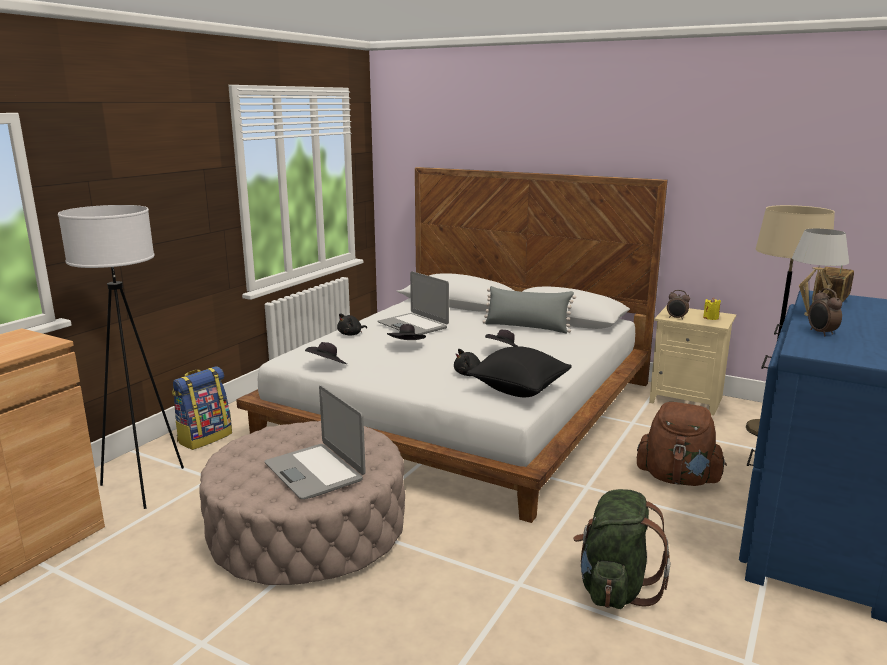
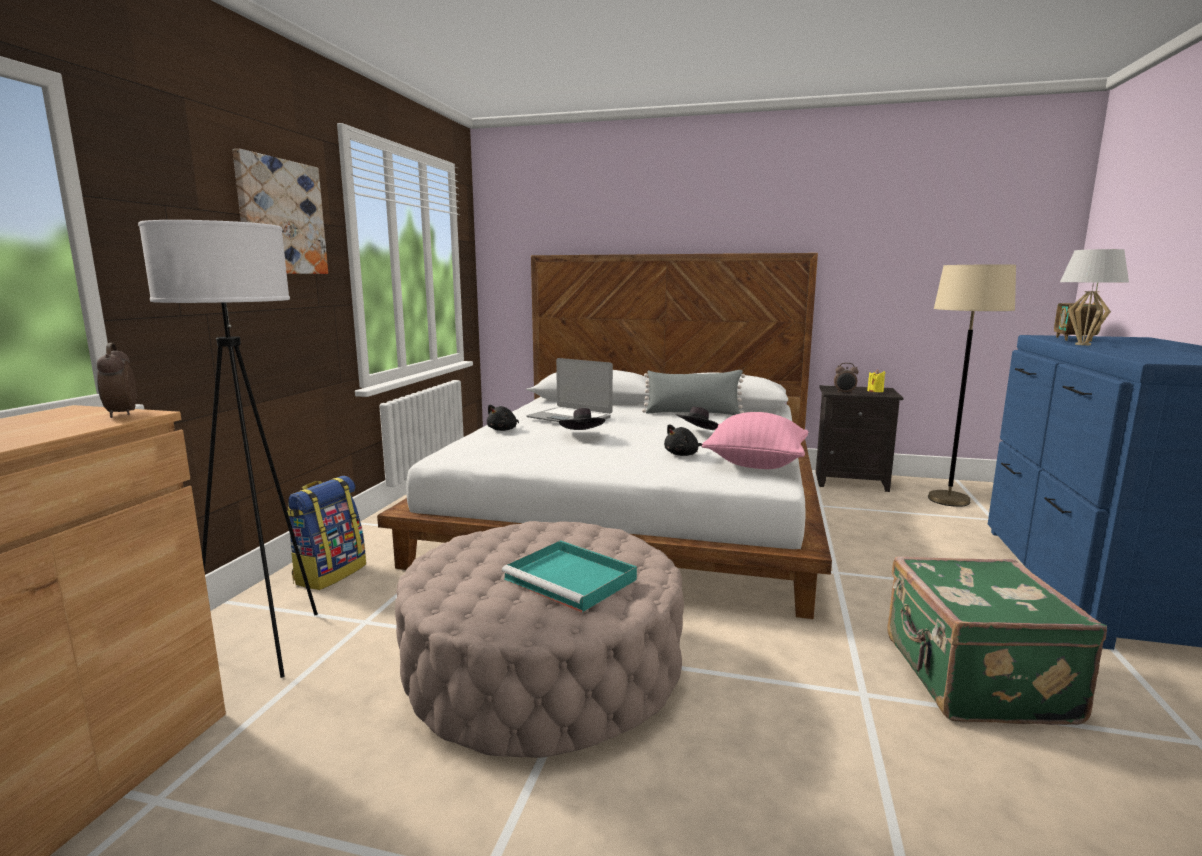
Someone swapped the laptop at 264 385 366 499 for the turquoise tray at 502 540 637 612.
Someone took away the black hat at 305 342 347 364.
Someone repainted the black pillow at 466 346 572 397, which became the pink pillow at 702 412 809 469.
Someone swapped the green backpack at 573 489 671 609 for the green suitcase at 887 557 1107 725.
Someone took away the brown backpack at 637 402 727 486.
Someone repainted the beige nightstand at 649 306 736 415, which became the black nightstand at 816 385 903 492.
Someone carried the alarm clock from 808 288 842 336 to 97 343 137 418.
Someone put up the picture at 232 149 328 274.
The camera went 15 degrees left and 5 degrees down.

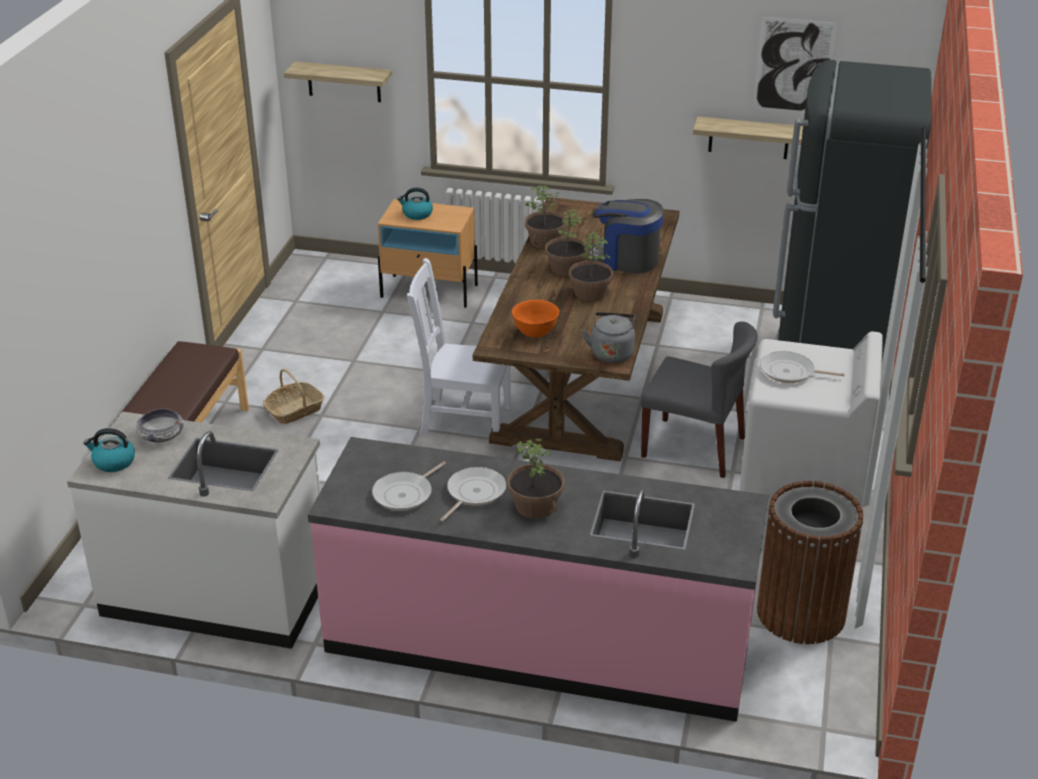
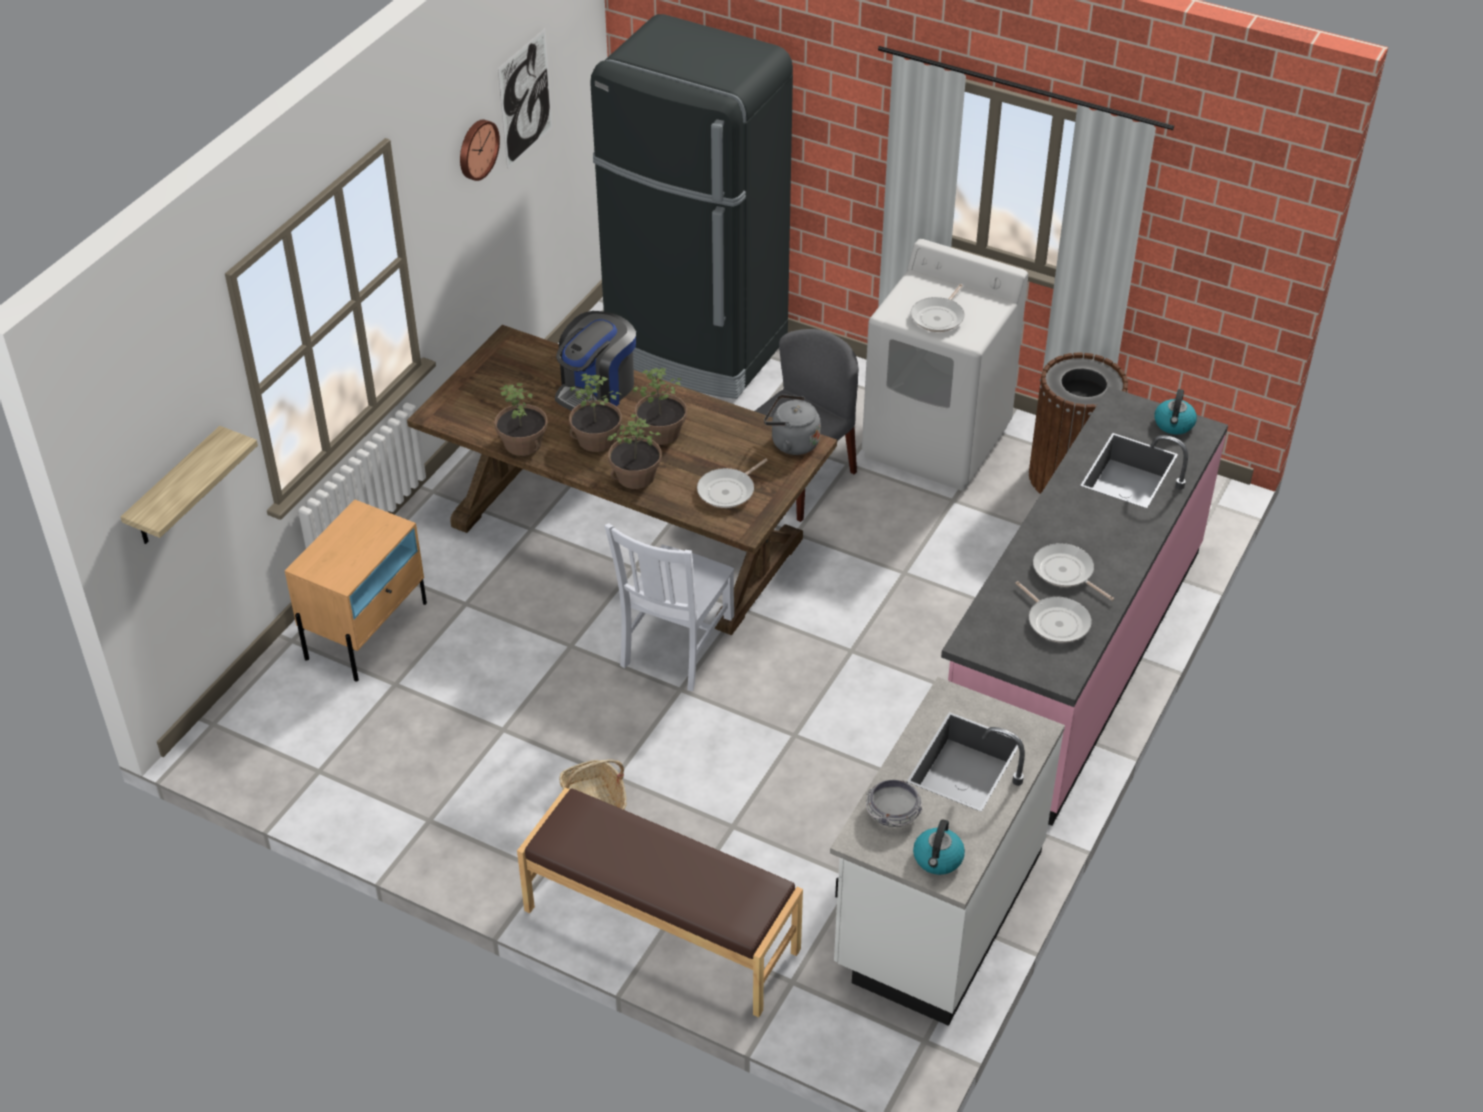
Someone carried the kettle from 397 187 433 220 to 1154 389 1197 435.
Someone carried the potted plant from 508 438 564 519 to 607 414 662 489.
Someone swapped the orange bowl at 512 300 559 337 for the frying pan at 697 458 768 508.
Someone took away the shelf at 693 116 803 159.
Someone put up the wall clock at 460 120 500 181.
The camera went 75 degrees left and 10 degrees up.

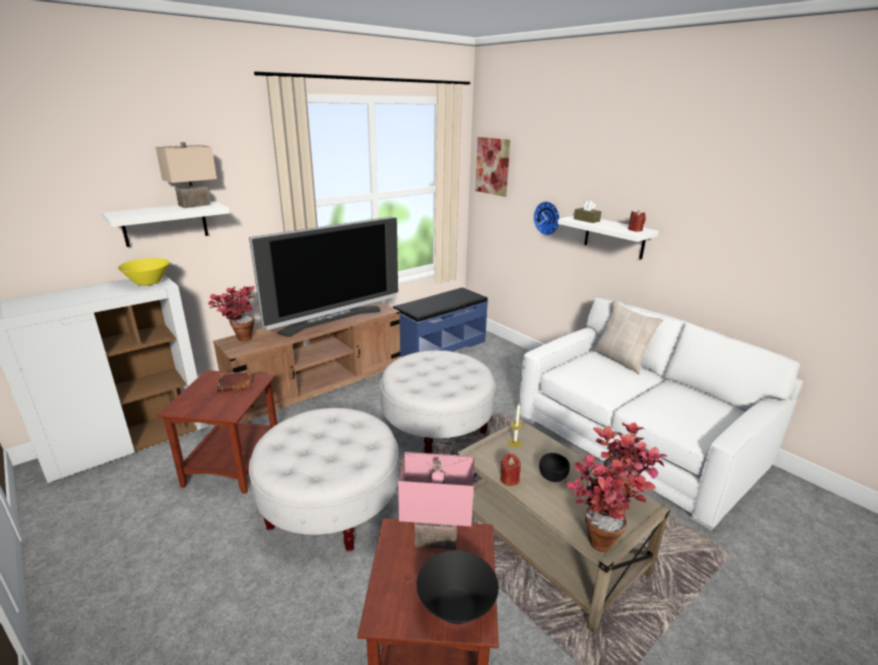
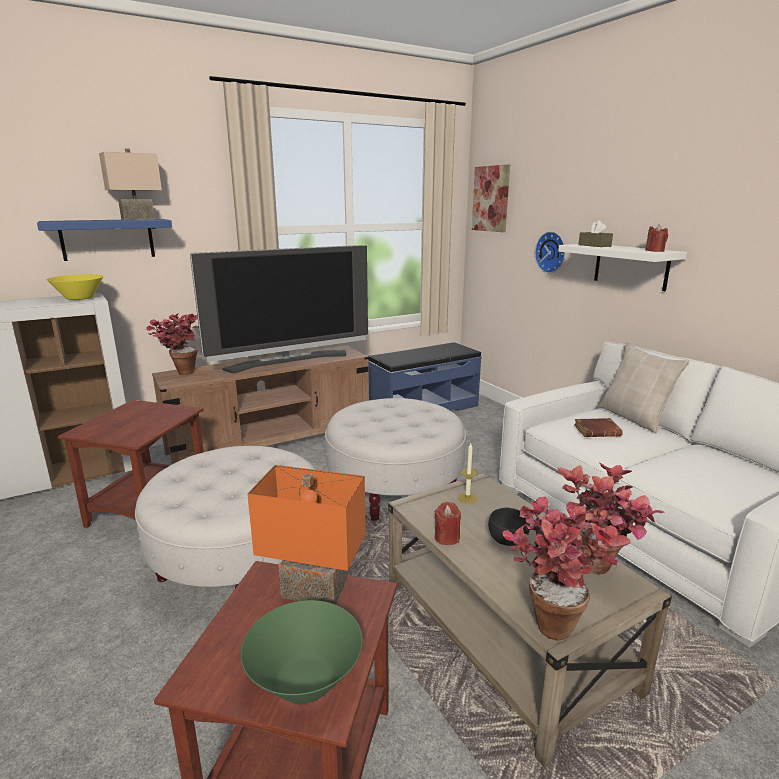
Someone repainted the white shelf at 102 201 230 247, which became the blue shelf at 37 219 172 261.
Someone carried the brown book from 216 372 253 392 to 574 418 623 437.
Someone repainted the pink table lamp at 398 452 474 550, which became the orange table lamp at 247 465 366 605.
Someone repainted the black bowl at 416 550 499 624, which became the green bowl at 241 600 363 704.
The camera went 10 degrees right and 5 degrees down.

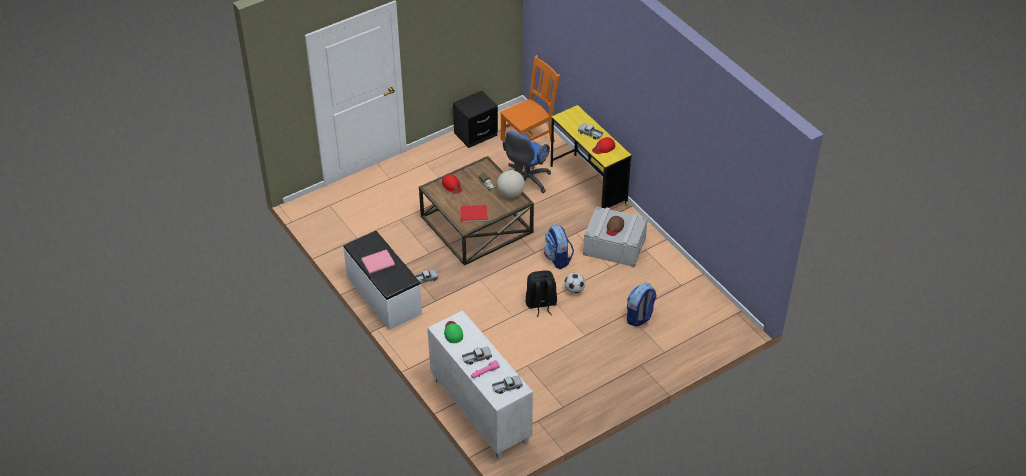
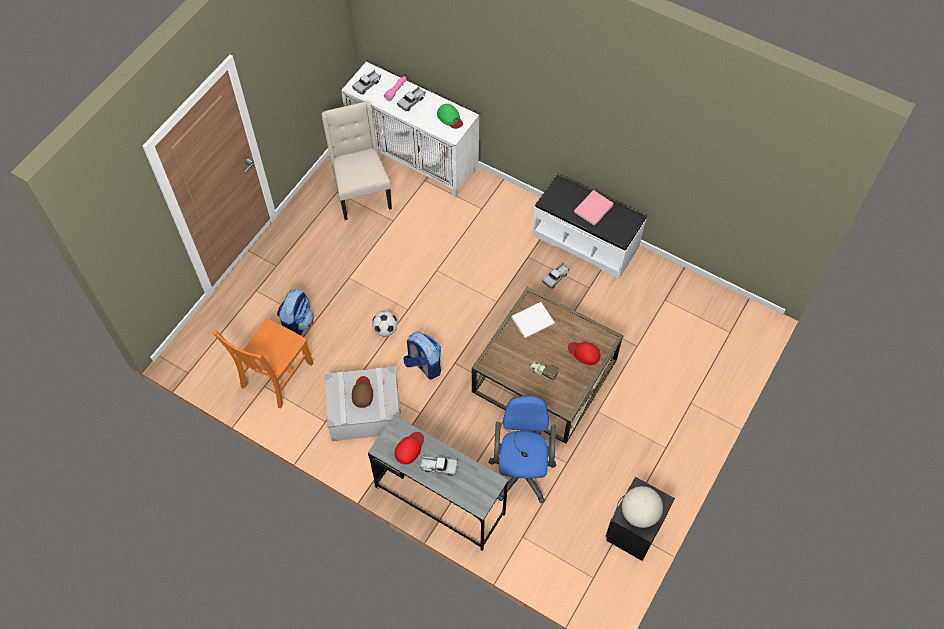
Someone repainted the red book at 460 205 488 223, which became the white book at 511 302 555 338.
Someone carried the globe from 497 170 525 198 to 622 486 663 528.
Someone carried the orange chair from 500 55 560 142 to 212 318 313 408.
Someone took away the black backpack at 525 270 557 317.
Someone repainted the yellow desk at 551 105 631 209, which became the grey desk at 368 415 508 551.
Someone put down the beige chair at 321 102 392 220.
The camera went 155 degrees right and 15 degrees up.

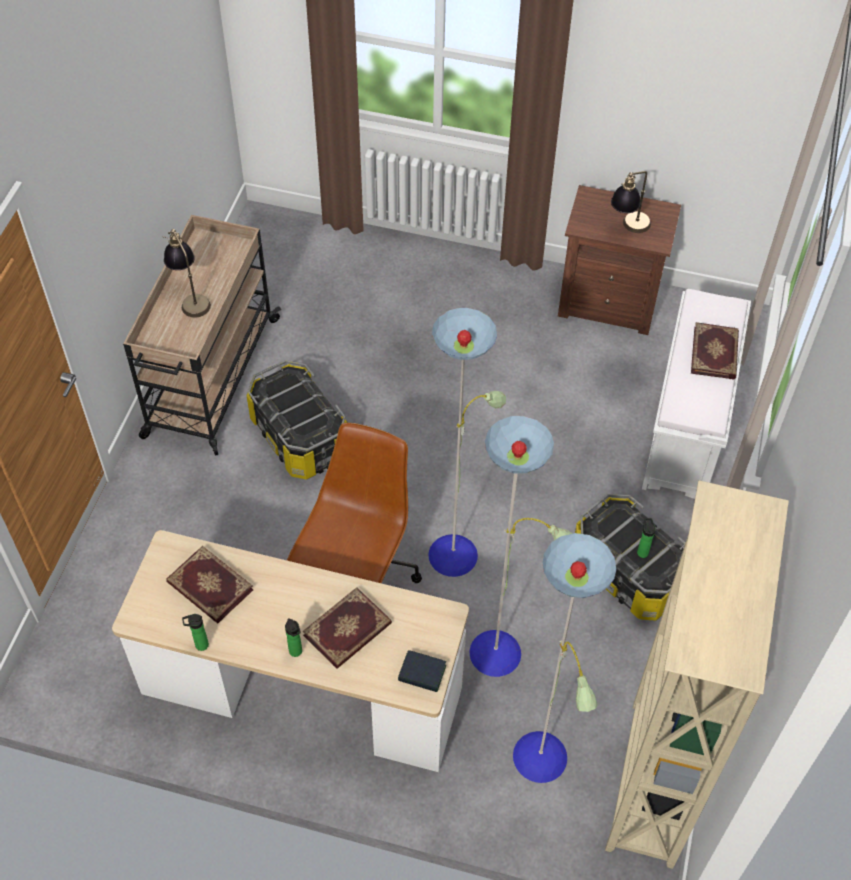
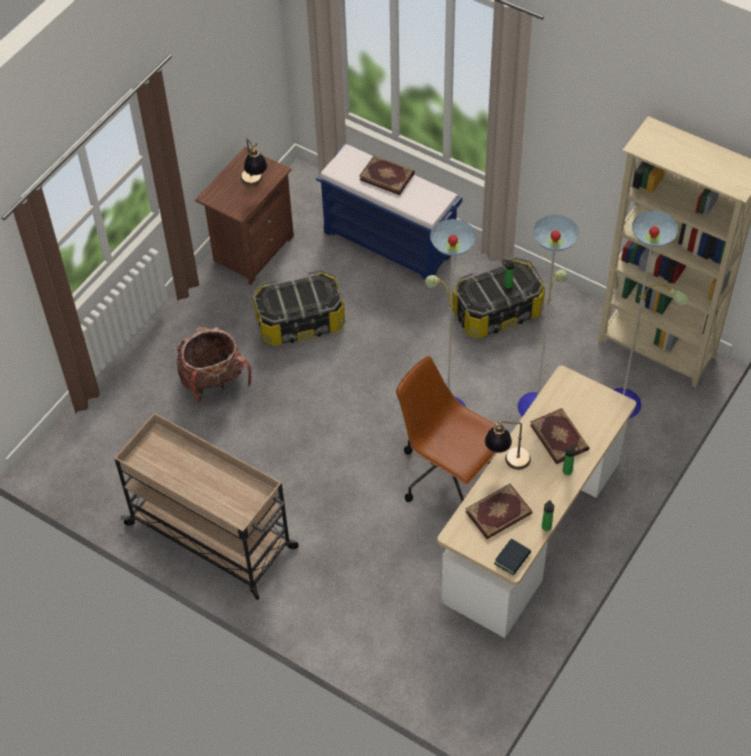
Someone carried the table lamp from 163 229 211 318 to 485 420 531 470.
Someone carried the storage box from 246 360 348 479 to 253 269 345 346.
Someone carried the book from 398 650 446 692 to 494 539 531 575.
Someone repainted the white bench at 642 289 751 499, which became the blue bench at 316 143 462 279.
Someone put down the backpack at 177 326 251 403.
The camera went 70 degrees left and 0 degrees up.

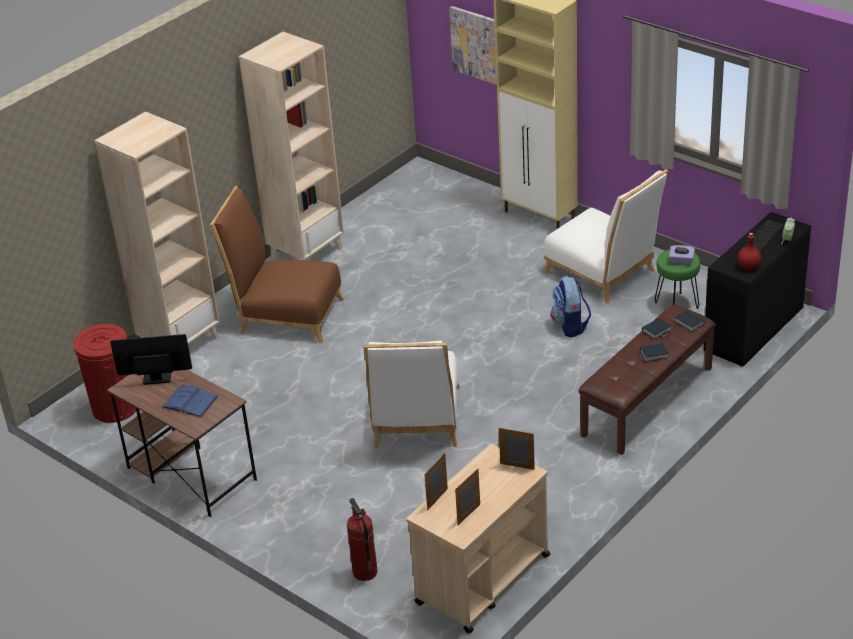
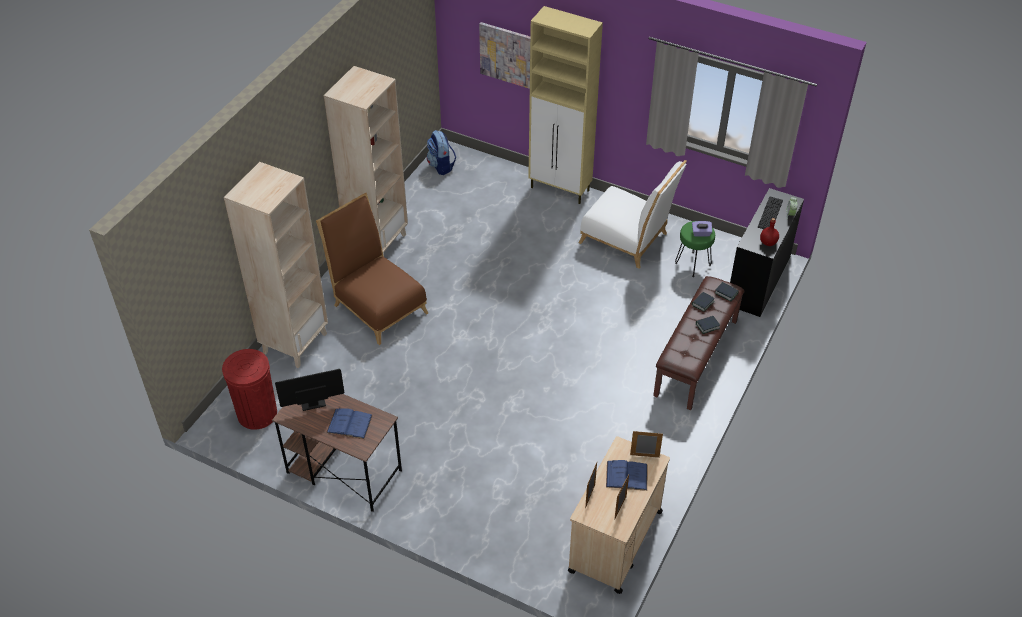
Someone rotated the brown chair at 210 186 344 343 by 45 degrees clockwise.
Someone took away the fire extinguisher at 347 498 377 581.
Someone took away the white chair at 363 340 460 448.
Someone carried the backpack from 551 276 591 338 to 427 130 456 175.
Someone put down the blue book at 606 460 648 491.
The camera went 15 degrees left and 10 degrees up.

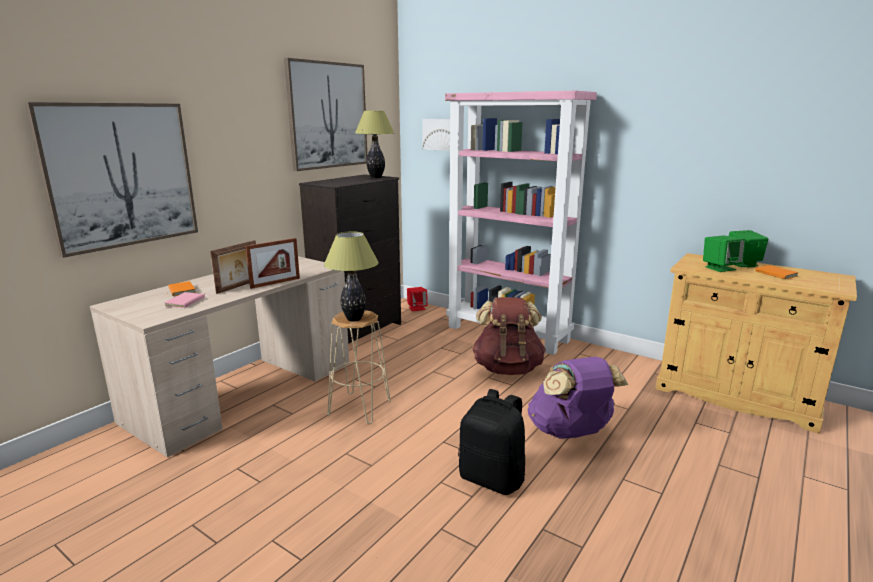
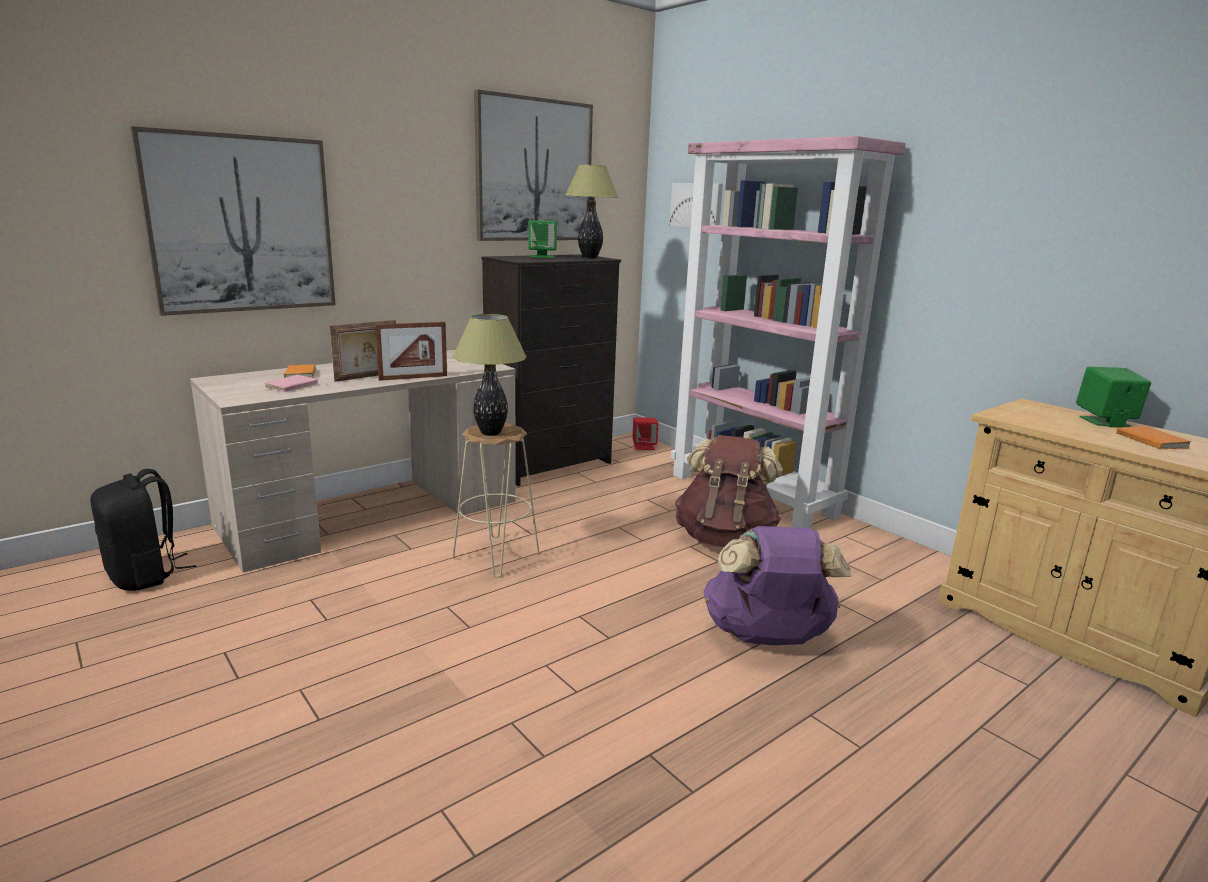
Someone carried the black backpack from 458 389 525 495 to 90 469 196 591.
Someone carried the green speaker from 703 236 745 272 to 528 220 557 258.
The camera went 15 degrees right and 0 degrees up.

